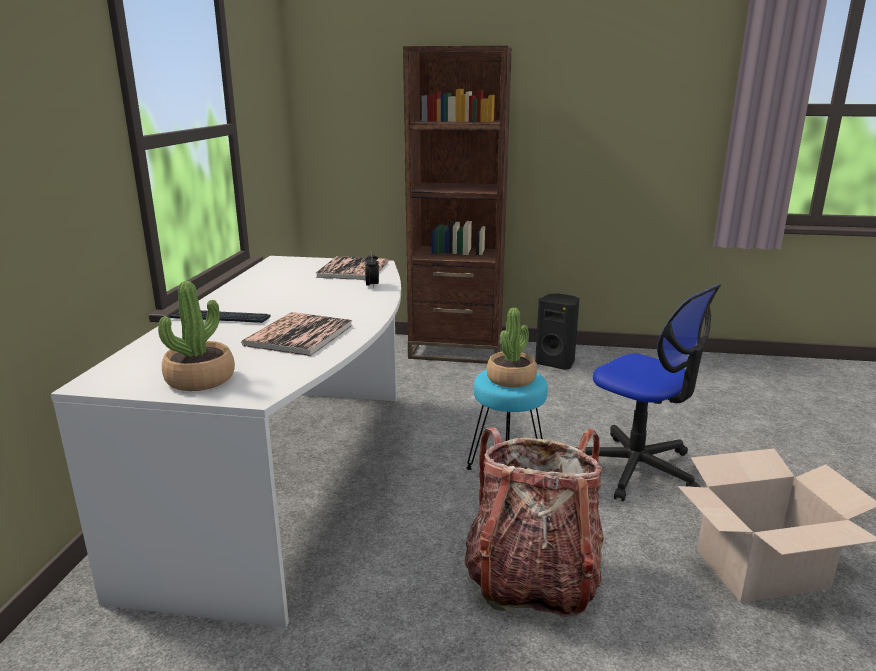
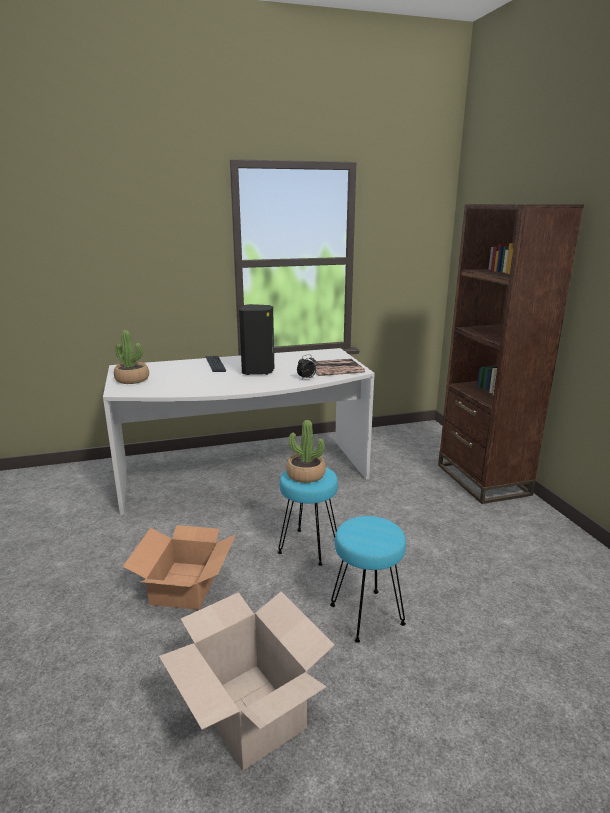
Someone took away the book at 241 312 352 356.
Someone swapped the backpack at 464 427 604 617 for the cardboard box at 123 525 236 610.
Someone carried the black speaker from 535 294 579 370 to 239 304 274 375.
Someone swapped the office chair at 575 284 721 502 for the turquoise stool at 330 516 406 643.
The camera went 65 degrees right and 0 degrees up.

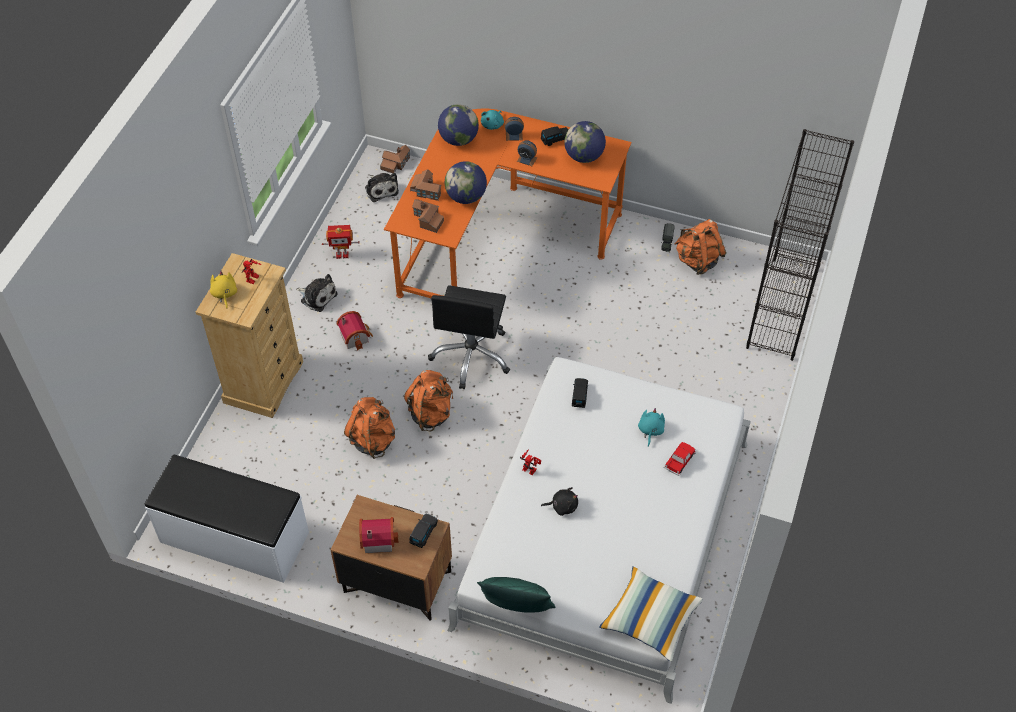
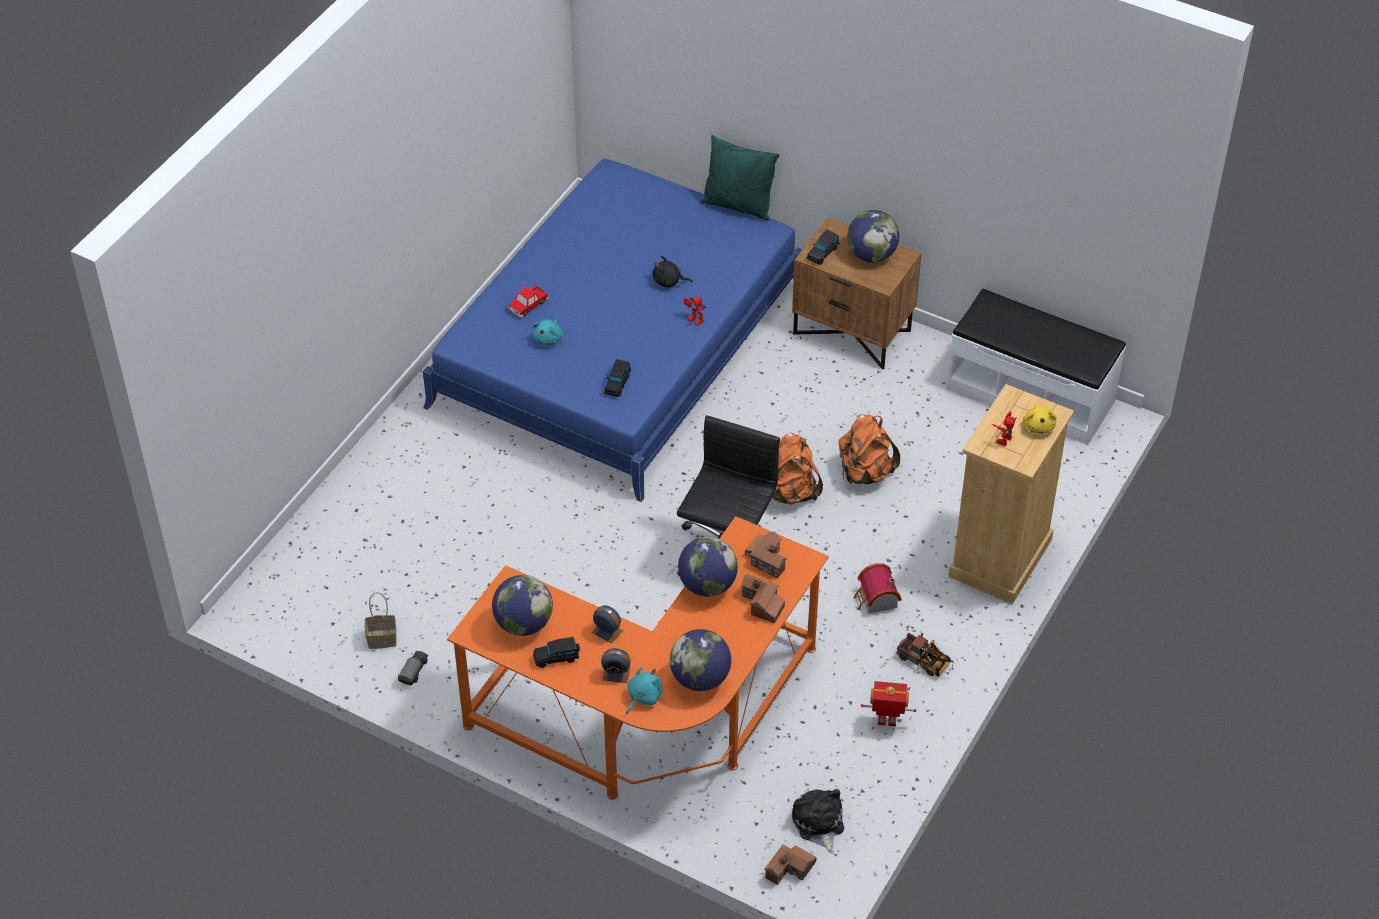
Someone swapped the plush toy at 296 274 338 312 for the toy truck at 896 633 953 677.
Someone swapped the toy house at 359 517 398 553 for the globe at 847 210 900 263.
Someone repainted the white bed at 447 357 751 704, which became the blue bed at 423 159 802 502.
Someone took away the pillow at 599 566 703 662.
Someone swapped the orange backpack at 675 219 726 275 for the basket at 364 592 397 649.
Someone took away the black bookcase at 746 129 854 361.
The camera went 170 degrees left and 5 degrees down.

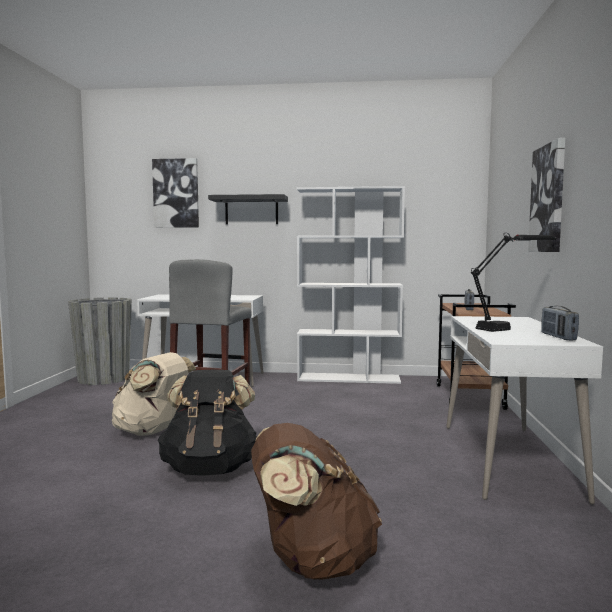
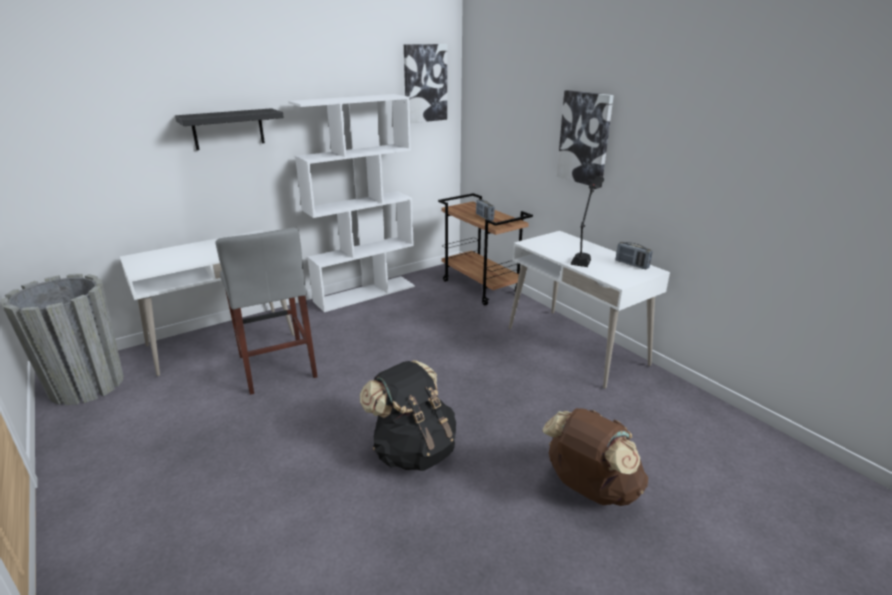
Someone took away the beige backpack at 112 352 196 436.
Someone carried the picture from 152 158 199 228 to 404 44 447 123.
The camera went 40 degrees left and 20 degrees up.

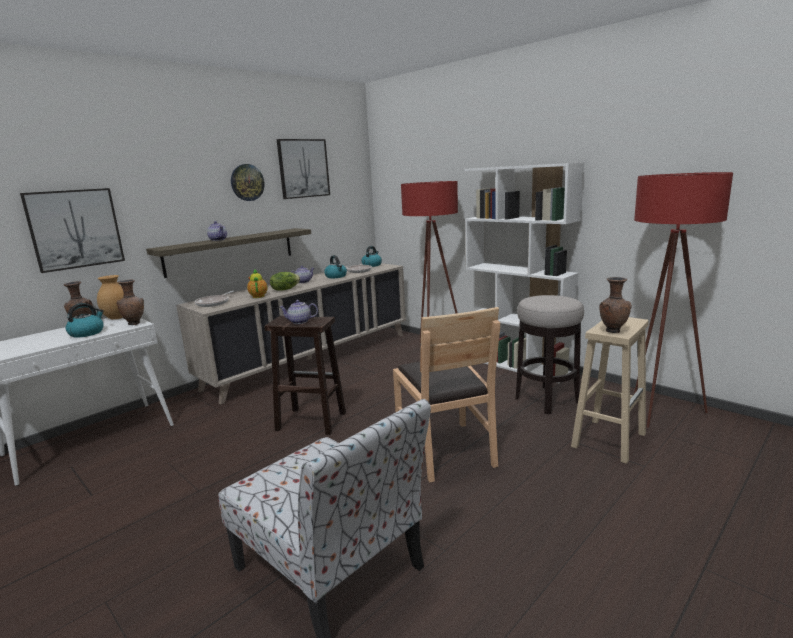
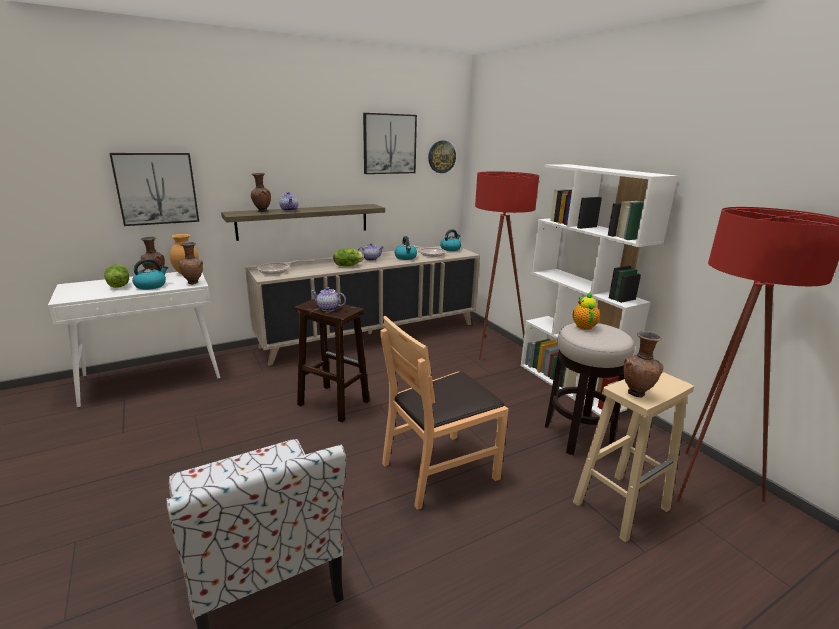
Someone carried the wall clock from 231 164 265 201 to 428 141 456 173.
Someone carried the teapot from 247 270 268 298 to 573 292 600 330.
Someone rotated the brown chair at 393 307 500 483 by 60 degrees clockwise.
Someone put down the lettuce at 104 264 129 288.
Someone put down the brown vase at 251 173 271 212.
The camera went 15 degrees right and 5 degrees up.

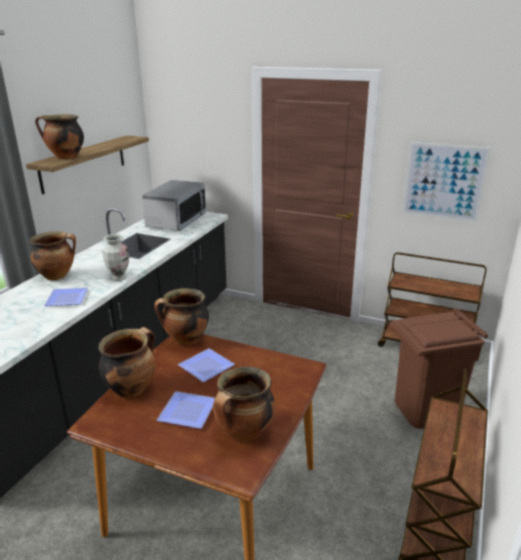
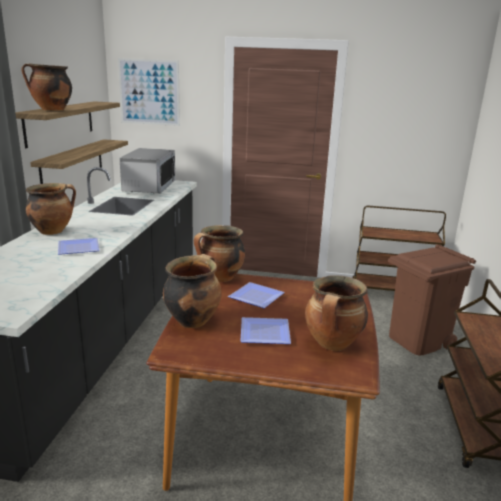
Someone took away the vase at 103 234 129 281.
Someone carried the picture from 402 142 491 222 to 118 58 180 126.
Someone put up the shelf at 30 139 128 184.
The camera went 15 degrees left and 5 degrees down.

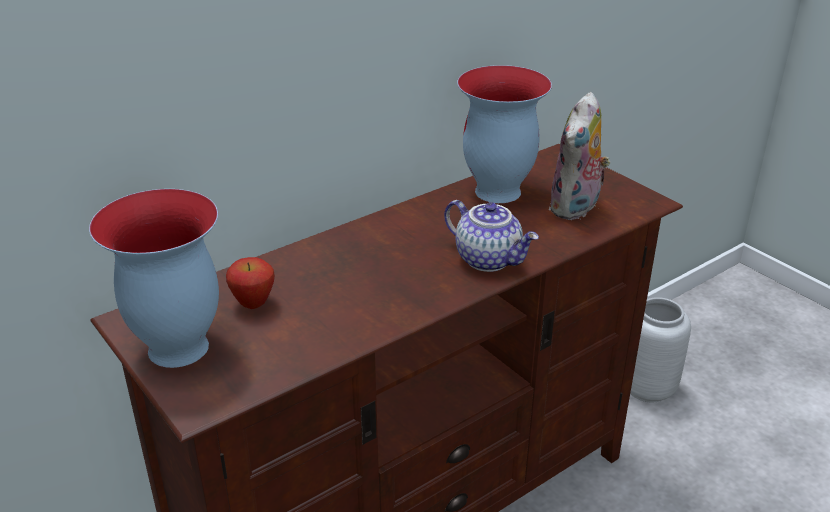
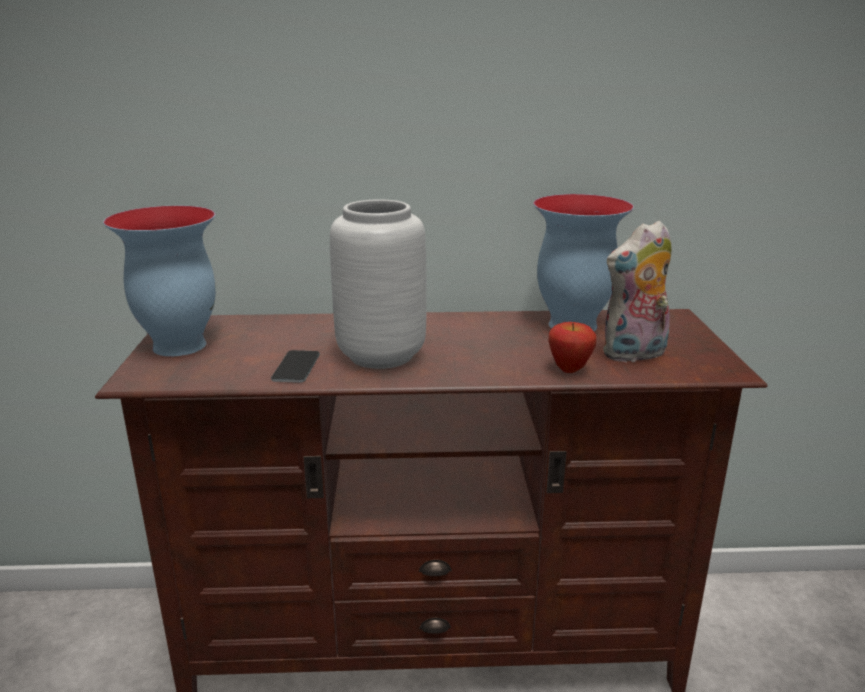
Someone carried the apple from 226 257 275 309 to 548 322 596 373.
Someone took away the teapot at 444 200 539 272.
Someone carried the grey vase from 630 297 691 402 to 330 199 427 369.
Someone put down the phone at 271 350 320 383.
The camera went 35 degrees right and 10 degrees down.

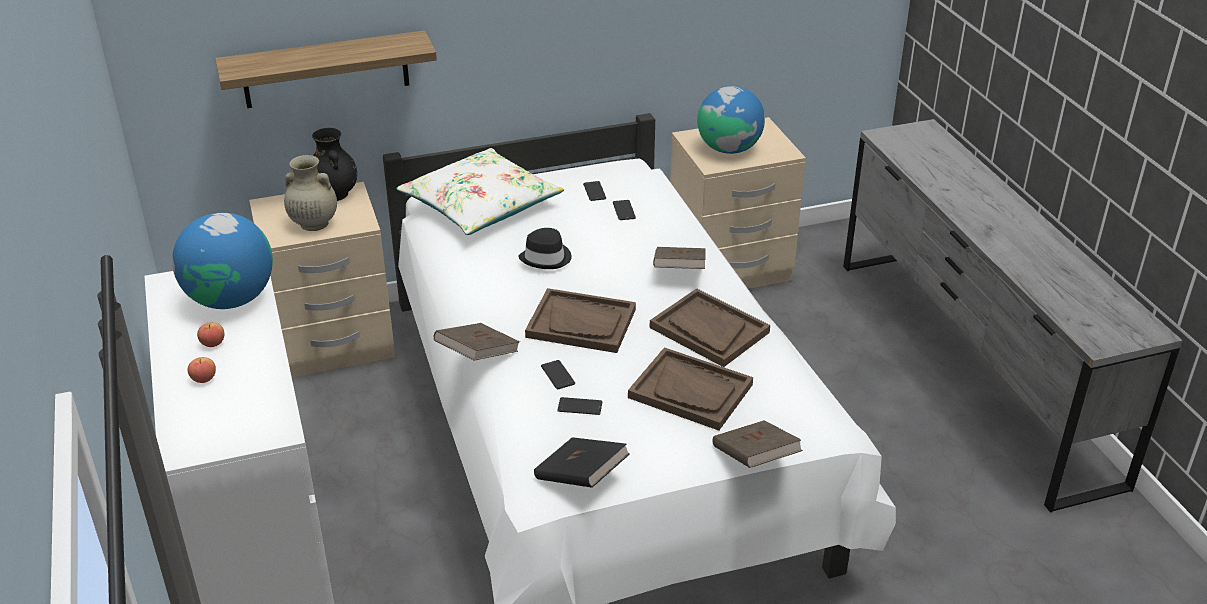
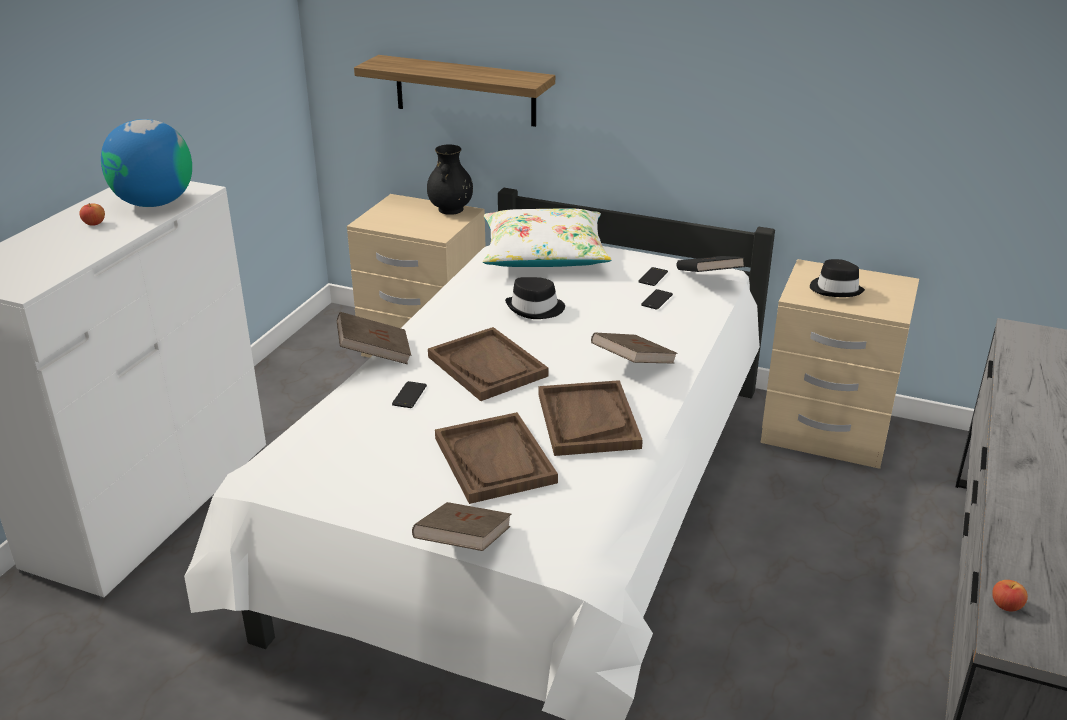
Someone carried the apple from 187 357 216 383 to 992 580 1028 611.
Someone took away the beige vase at 284 155 337 231.
Someone carried the black book from 534 437 630 488 to 677 256 745 272.
Someone took away the phone at 557 397 602 415.
Someone swapped the globe at 697 86 765 154 for the black hat at 810 259 865 297.
The camera went 40 degrees right and 5 degrees down.

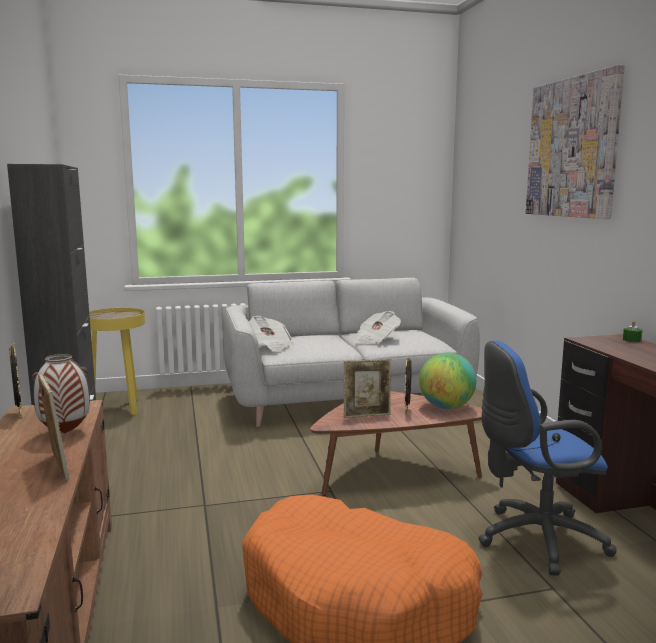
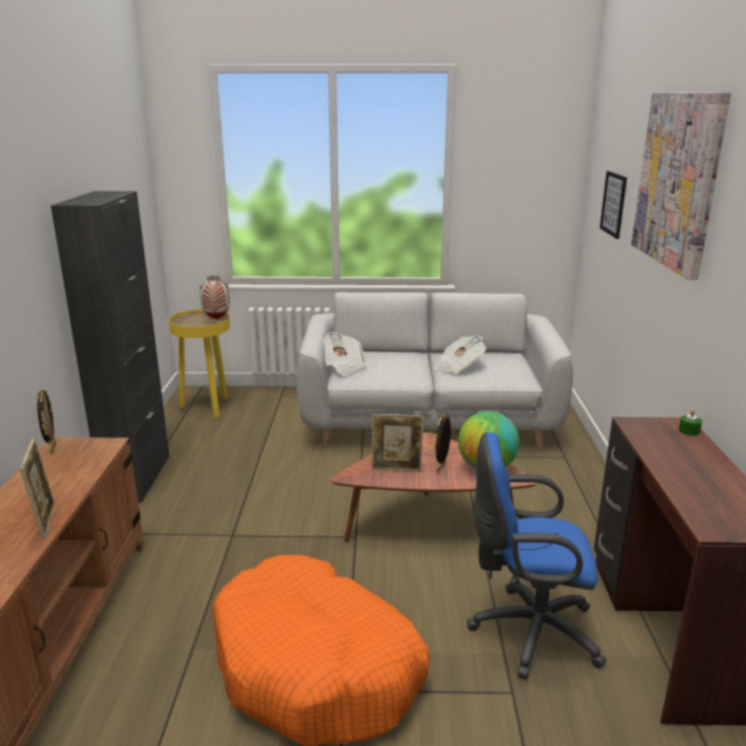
Someone carried the vase from 32 354 90 433 to 200 276 230 320.
Someone put up the picture at 600 171 627 239.
The camera went 15 degrees right and 10 degrees up.

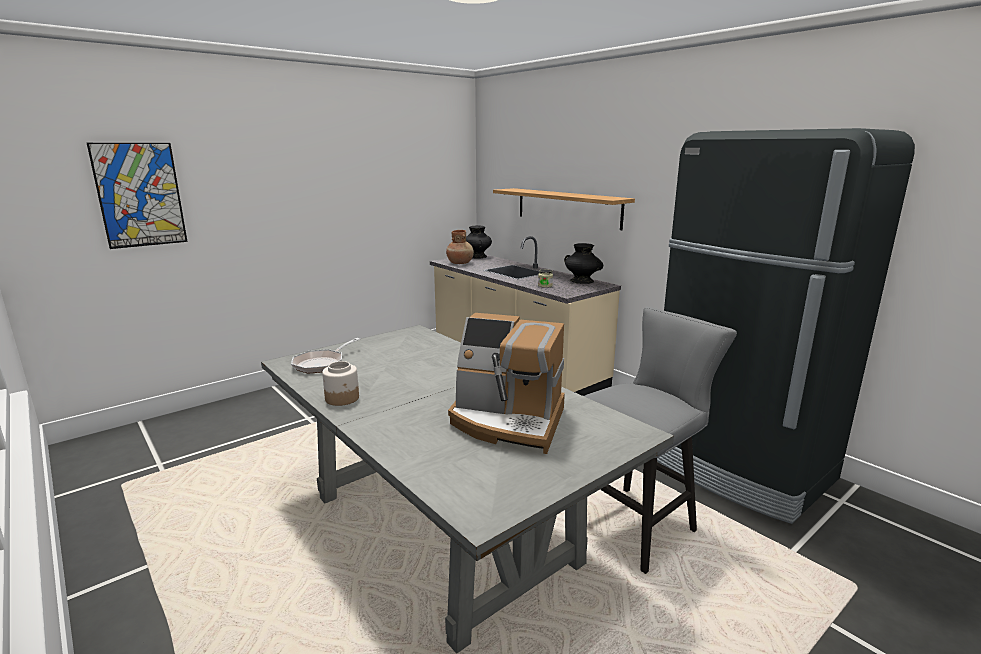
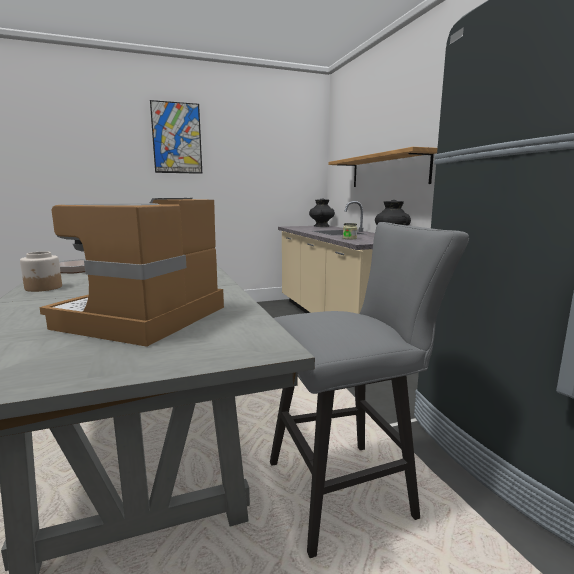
Someone carried the picture from 87 143 187 249 to 150 100 202 174.
Someone took away the brown vase at 446 230 474 264.
Someone rotated the coffee machine at 448 313 565 454 by 75 degrees clockwise.
The camera went 20 degrees right and 5 degrees down.

